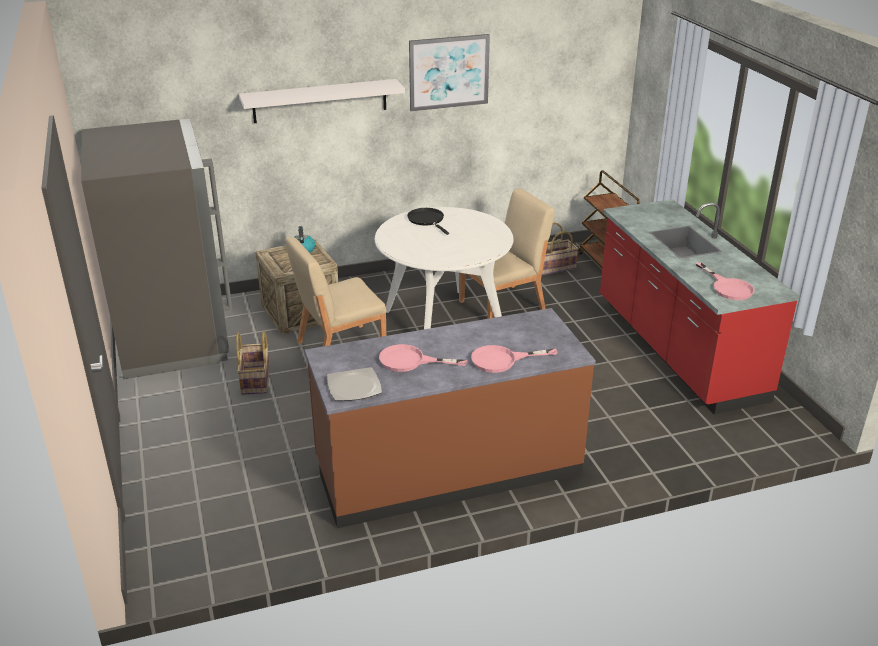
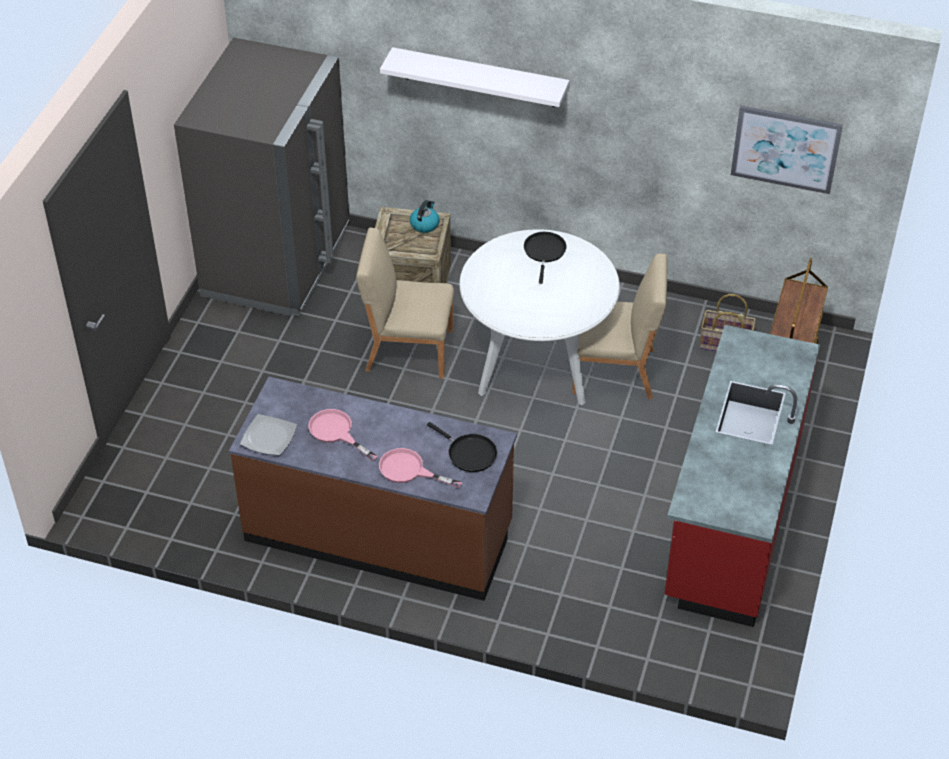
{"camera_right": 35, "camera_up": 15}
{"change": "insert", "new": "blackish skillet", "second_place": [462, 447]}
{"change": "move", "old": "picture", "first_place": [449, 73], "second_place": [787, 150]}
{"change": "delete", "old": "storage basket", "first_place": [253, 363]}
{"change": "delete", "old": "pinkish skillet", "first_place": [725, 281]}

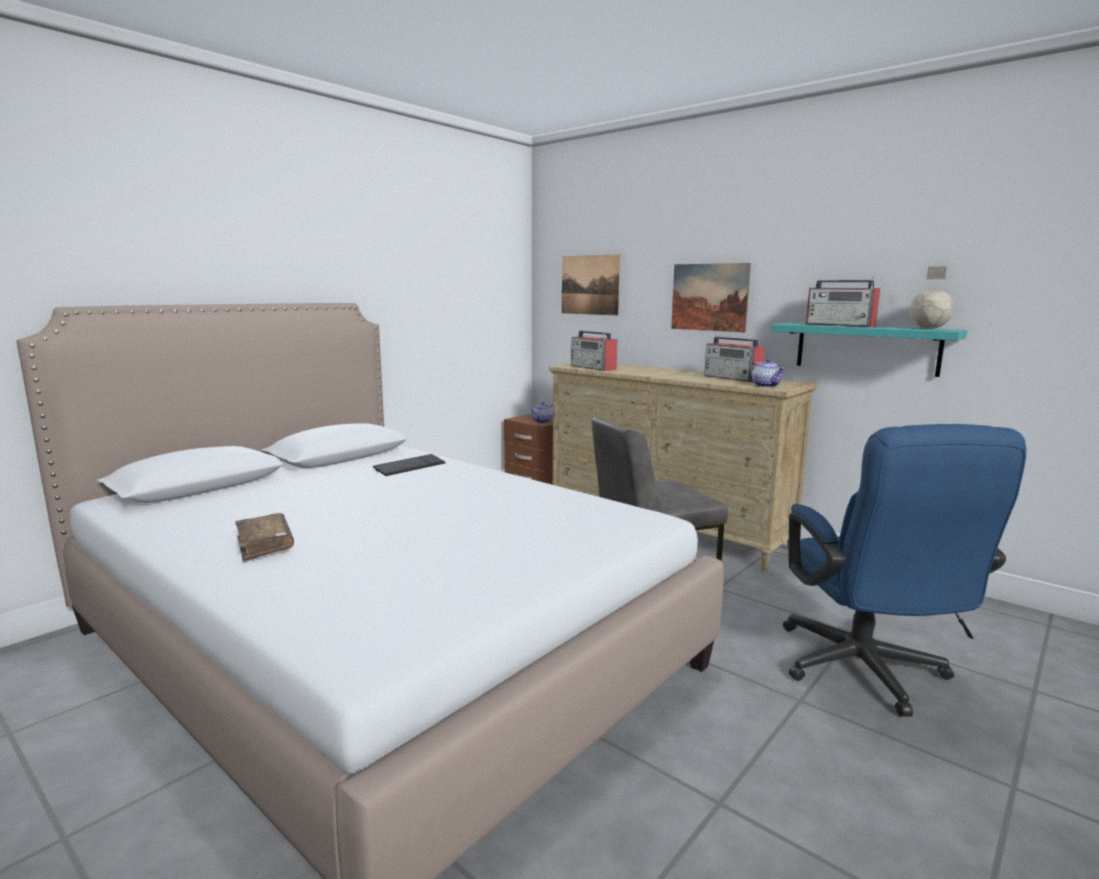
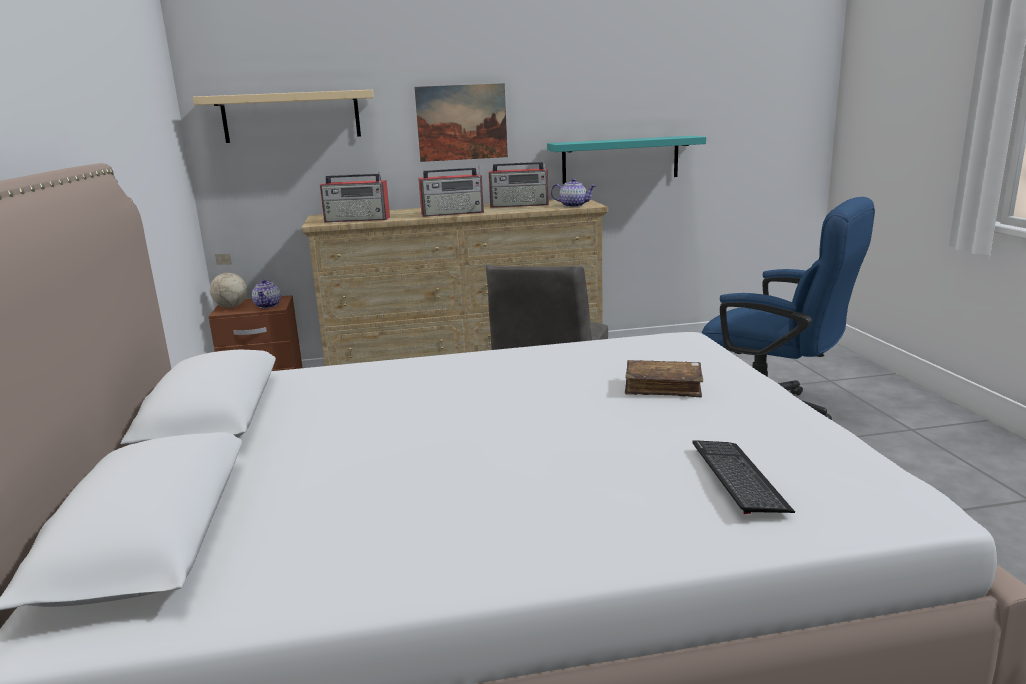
{"camera_right": -50, "camera_up": 5}
{"change": "replace", "old": "picture", "new": "sand-coloured wall shelf", "first_place": [591, 285], "second_place": [283, 116]}
{"change": "move", "old": "world globe", "first_place": [932, 297], "second_place": [228, 281]}
{"change": "move", "old": "radio set", "first_place": [843, 302], "second_place": [451, 191]}
{"change": "move", "old": "brown bound book", "first_place": [264, 537], "second_place": [664, 378]}
{"change": "move", "old": "PC keyboard", "first_place": [409, 465], "second_place": [743, 477]}

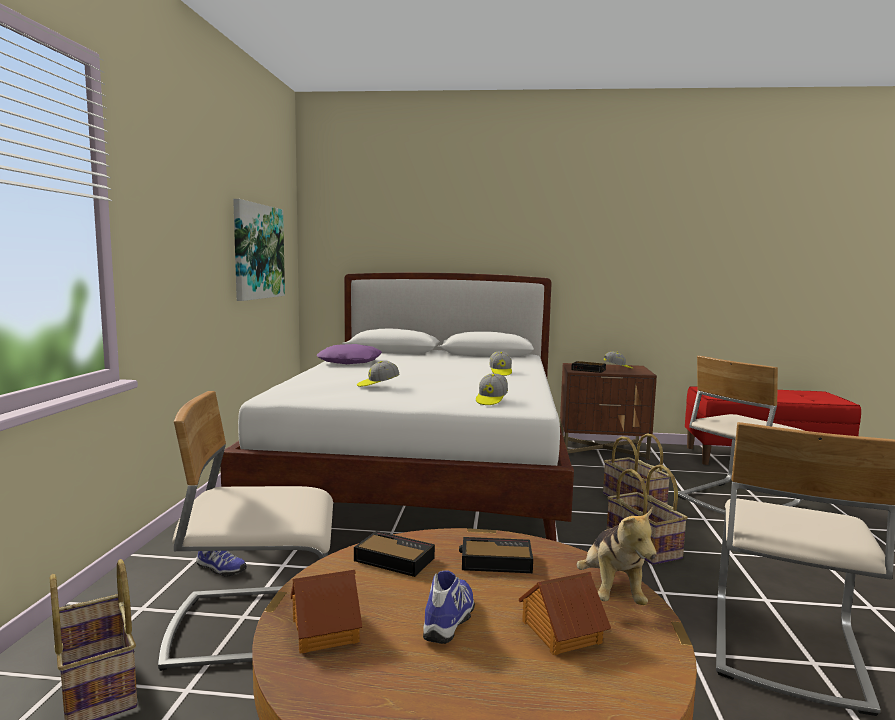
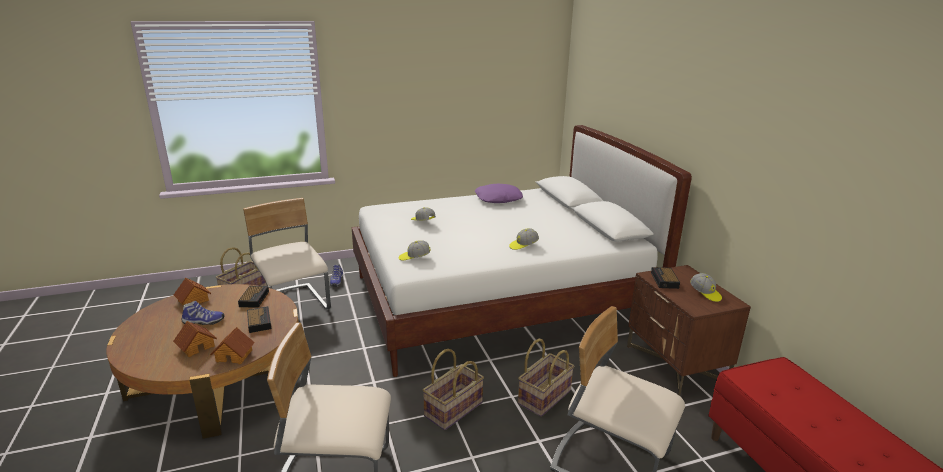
{"camera_right": 65, "camera_up": 15}
{"change": "replace", "old": "plush toy", "new": "miniature house", "first_place": [617, 556], "second_place": [232, 345]}
{"change": "delete", "old": "picture", "first_place": [259, 250]}

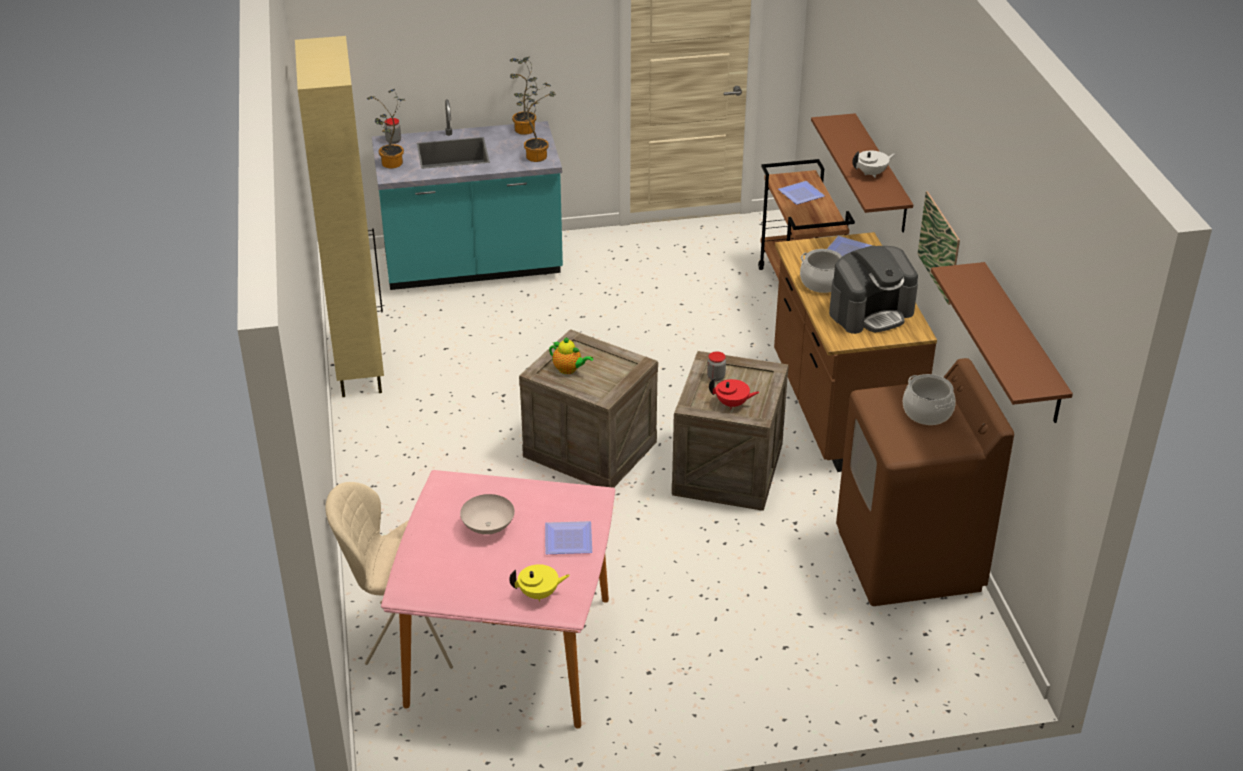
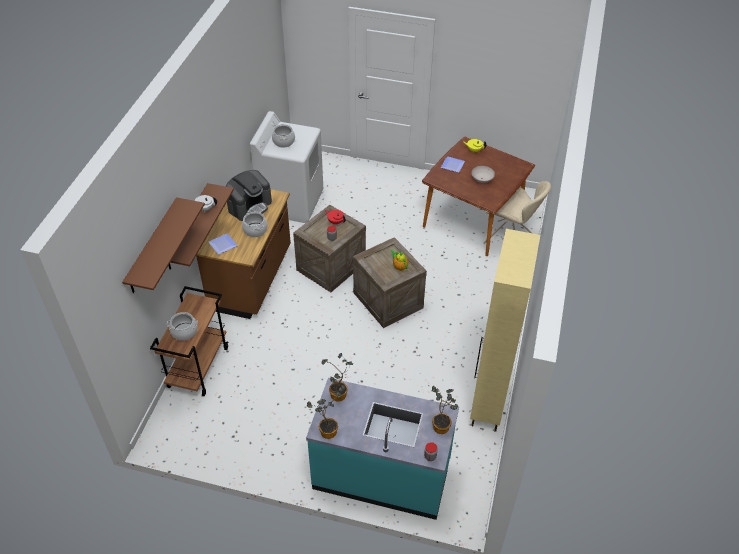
{"camera_right": -155, "camera_up": 10}
{"change": "move", "old": "brown wall shelf", "first_place": [1002, 342], "second_place": [163, 245]}
{"change": "replace", "old": "dinner plate", "new": "cooking pot", "first_place": [801, 193], "second_place": [182, 326]}
{"change": "rotate", "old": "coffee maker", "first_place": [873, 289], "second_place": [249, 195], "degrees": 135}
{"change": "recolor", "old": "brown washing machine", "new": "white washing machine", "first_place": [925, 482], "second_place": [286, 167]}
{"change": "recolor", "old": "pinkish dinner table", "new": "brown dinner table", "first_place": [498, 599], "second_place": [478, 196]}
{"change": "delete", "old": "picture", "first_place": [938, 248]}

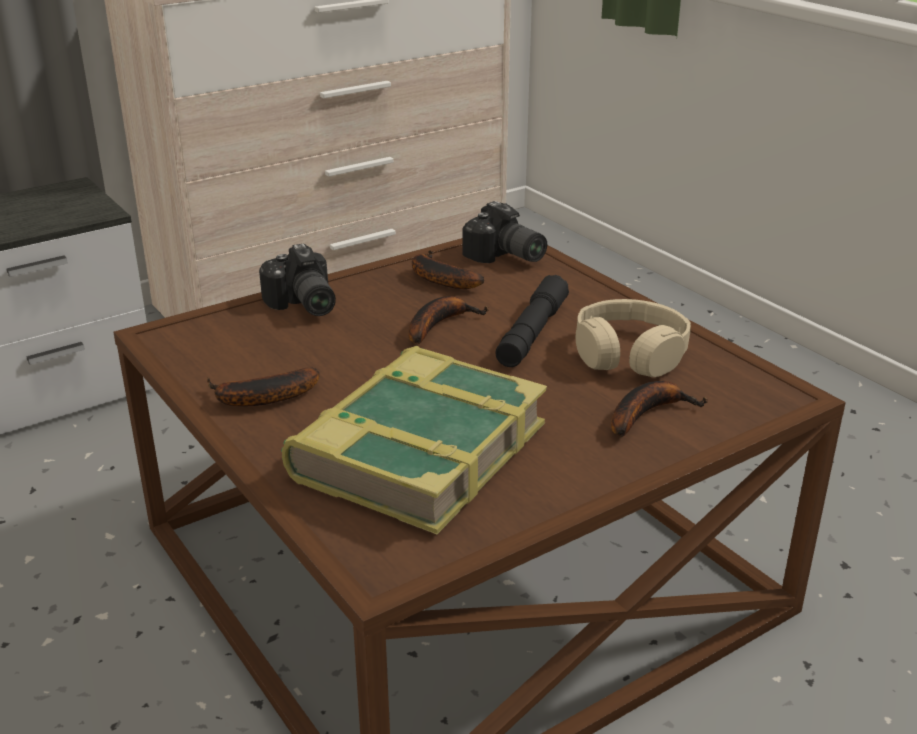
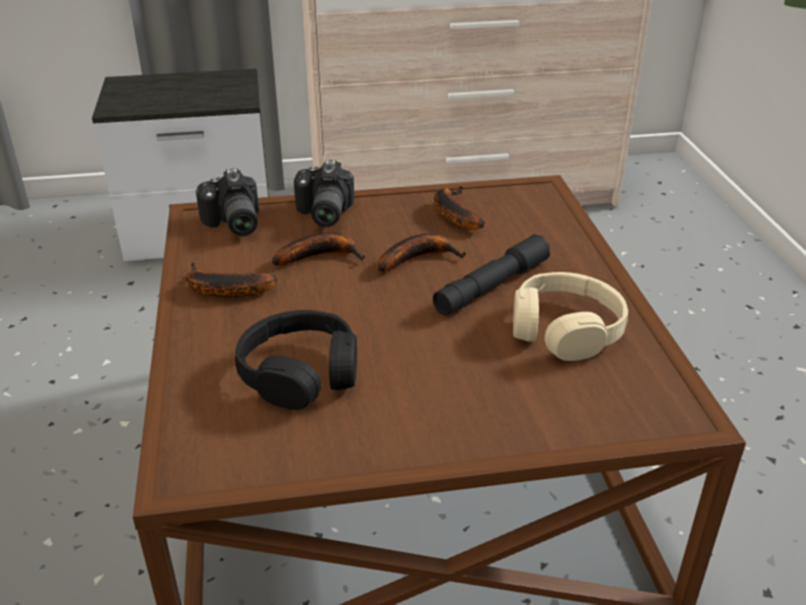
{"camera_right": 25, "camera_up": 5}
{"change": "move", "old": "photo camera", "first_place": [504, 232], "second_place": [227, 202]}
{"change": "replace", "old": "bound book", "new": "blackish headphones", "first_place": [414, 440], "second_place": [296, 360]}
{"change": "move", "old": "banana", "first_place": [659, 409], "second_place": [318, 249]}

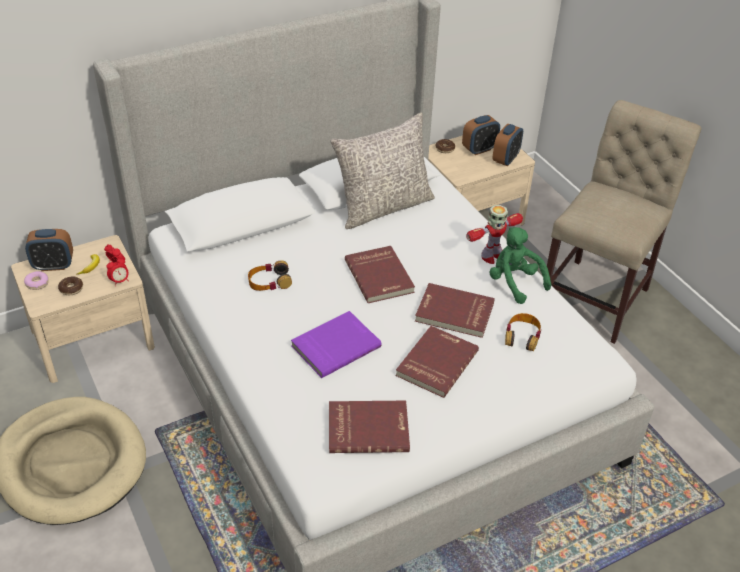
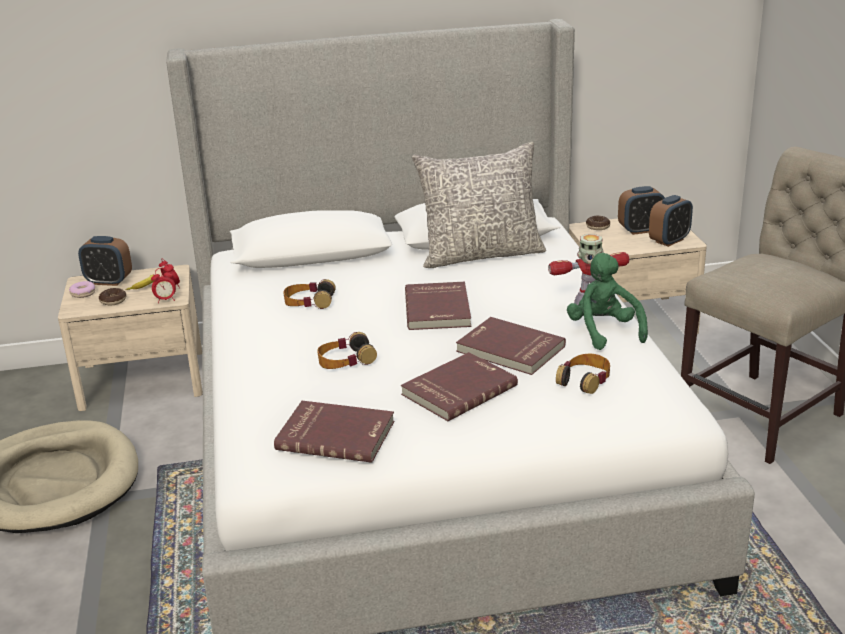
{"camera_right": 20, "camera_up": -15}
{"change": "replace", "old": "purplish bound book", "new": "headphones", "first_place": [336, 344], "second_place": [347, 350]}

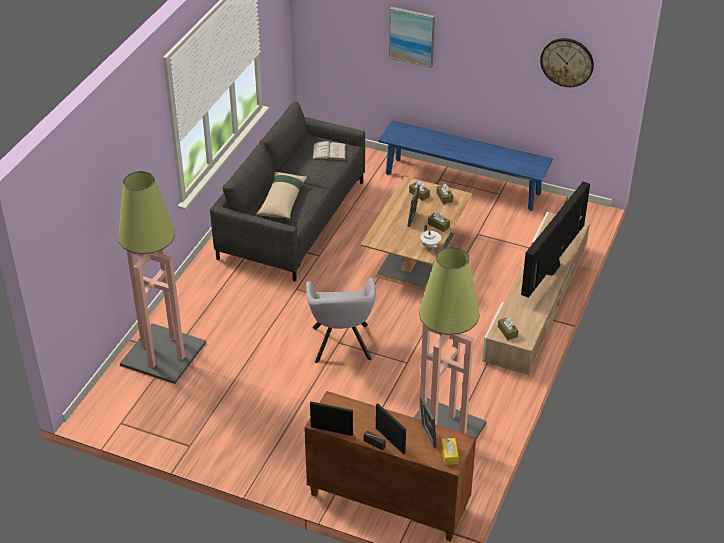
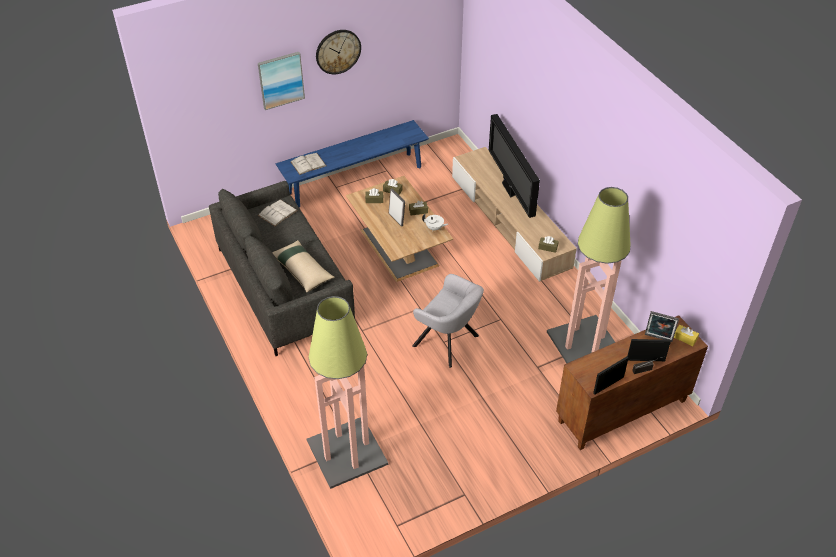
{"camera_right": -50, "camera_up": 5}
{"change": "insert", "new": "white bound book", "second_place": [308, 164]}
{"change": "move", "old": "hanging clock", "first_place": [567, 62], "second_place": [338, 52]}

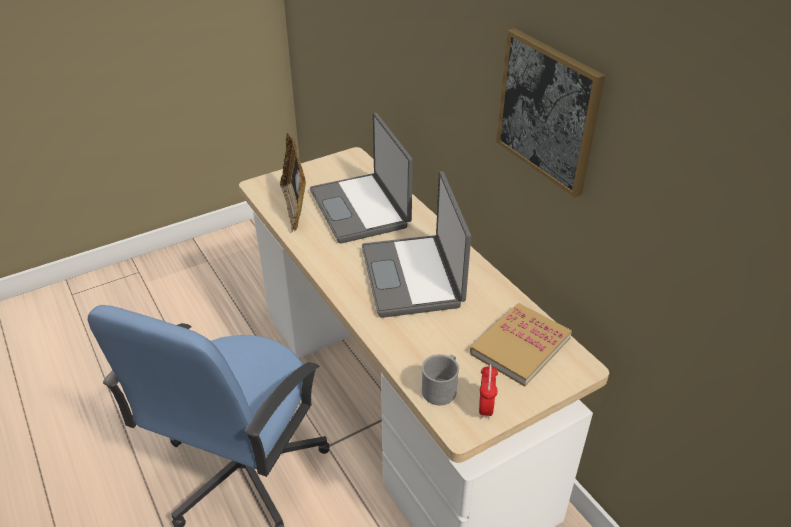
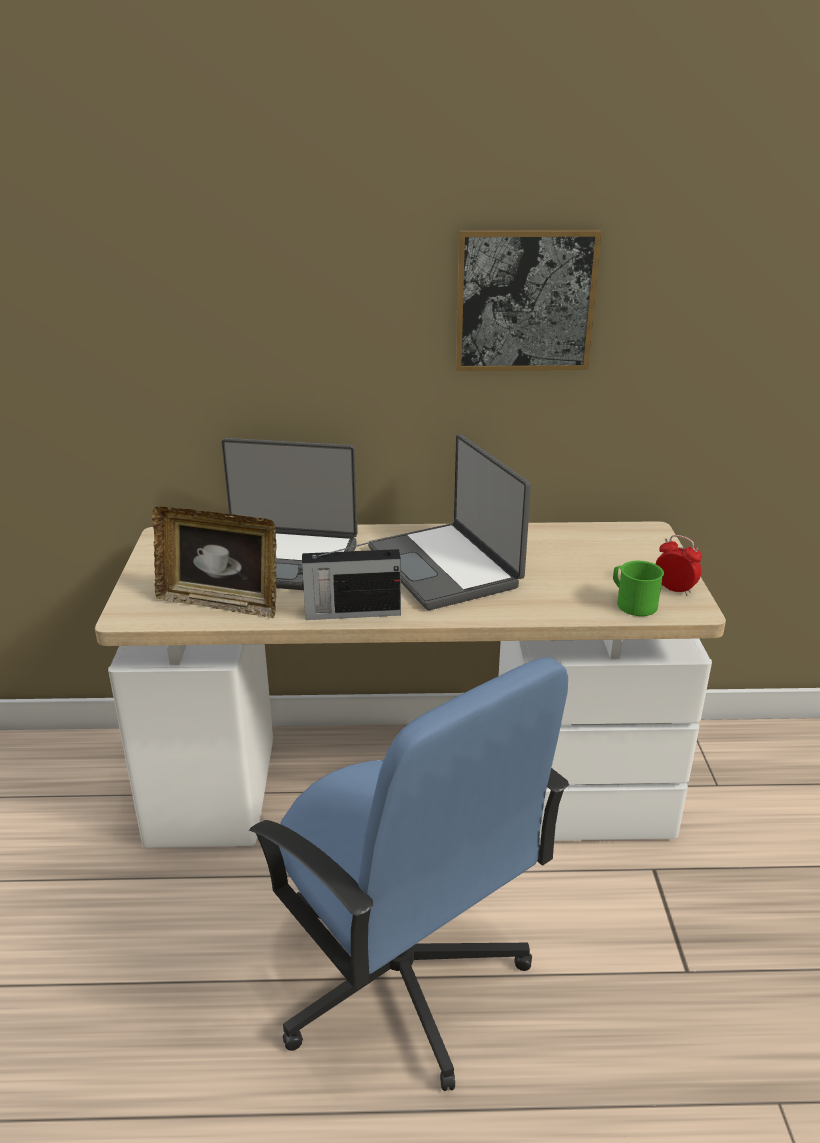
{"camera_right": -60, "camera_up": -10}
{"change": "insert", "new": "radio set", "second_place": [349, 579]}
{"change": "rotate", "old": "laptop", "first_place": [416, 244], "second_place": [449, 522], "degrees": 45}
{"change": "recolor", "old": "greyish mug", "new": "green mug", "first_place": [440, 379], "second_place": [638, 588]}
{"change": "delete", "old": "bound book", "first_place": [521, 345]}

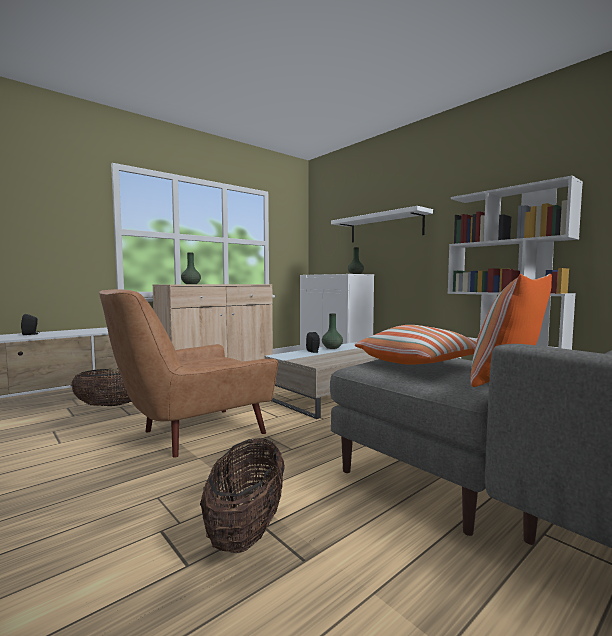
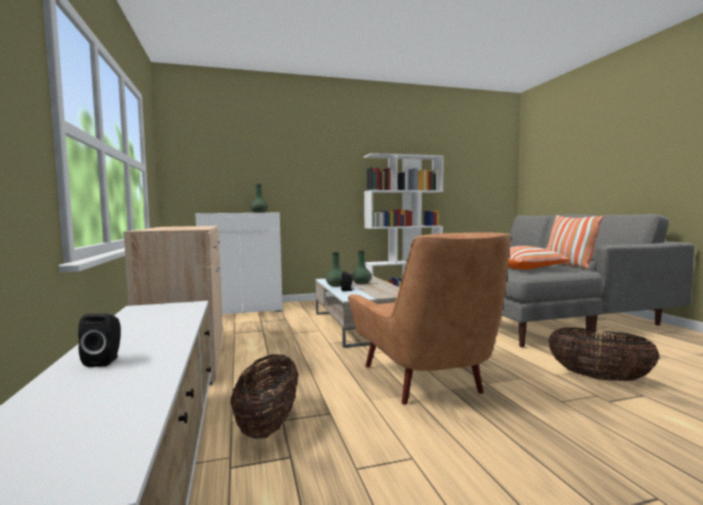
{"camera_right": -65, "camera_up": 0}
{"change": "move", "old": "green vase", "first_place": [191, 268], "second_place": [362, 267]}
{"change": "delete", "old": "white wall shelf", "first_place": [382, 224]}

